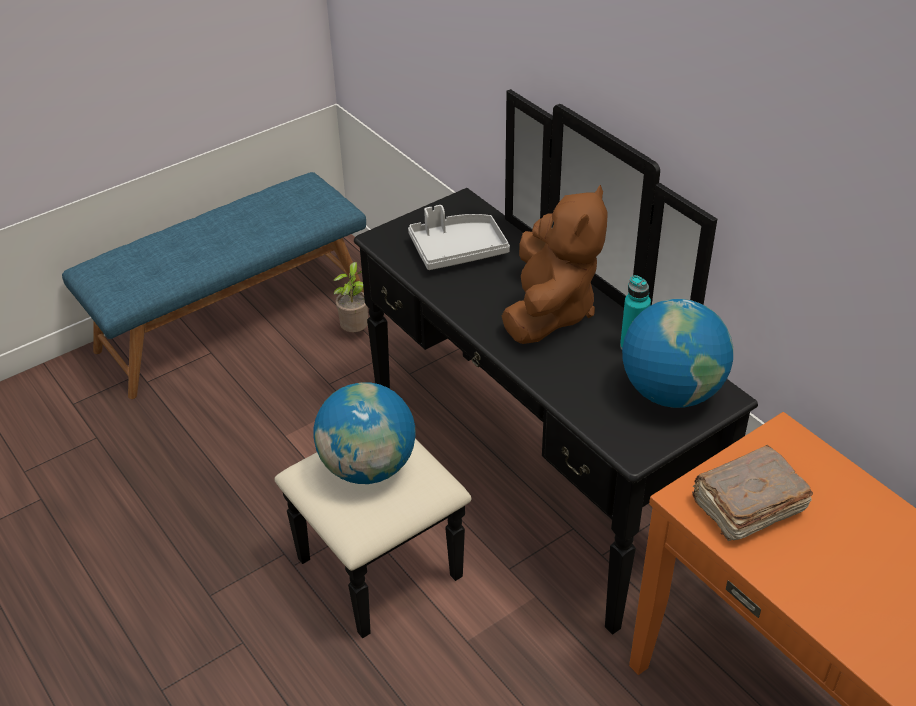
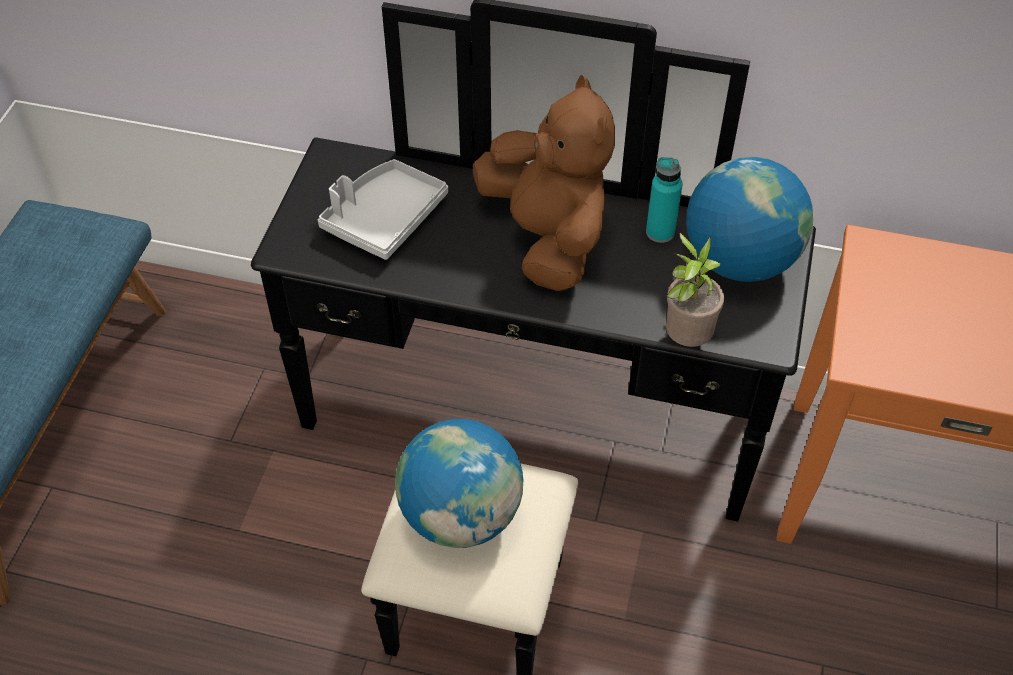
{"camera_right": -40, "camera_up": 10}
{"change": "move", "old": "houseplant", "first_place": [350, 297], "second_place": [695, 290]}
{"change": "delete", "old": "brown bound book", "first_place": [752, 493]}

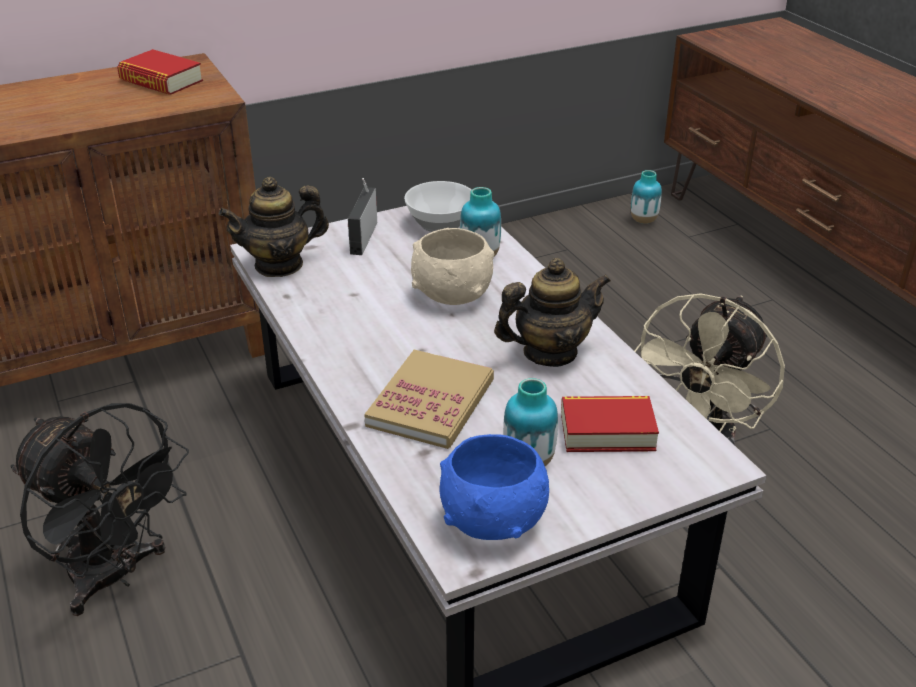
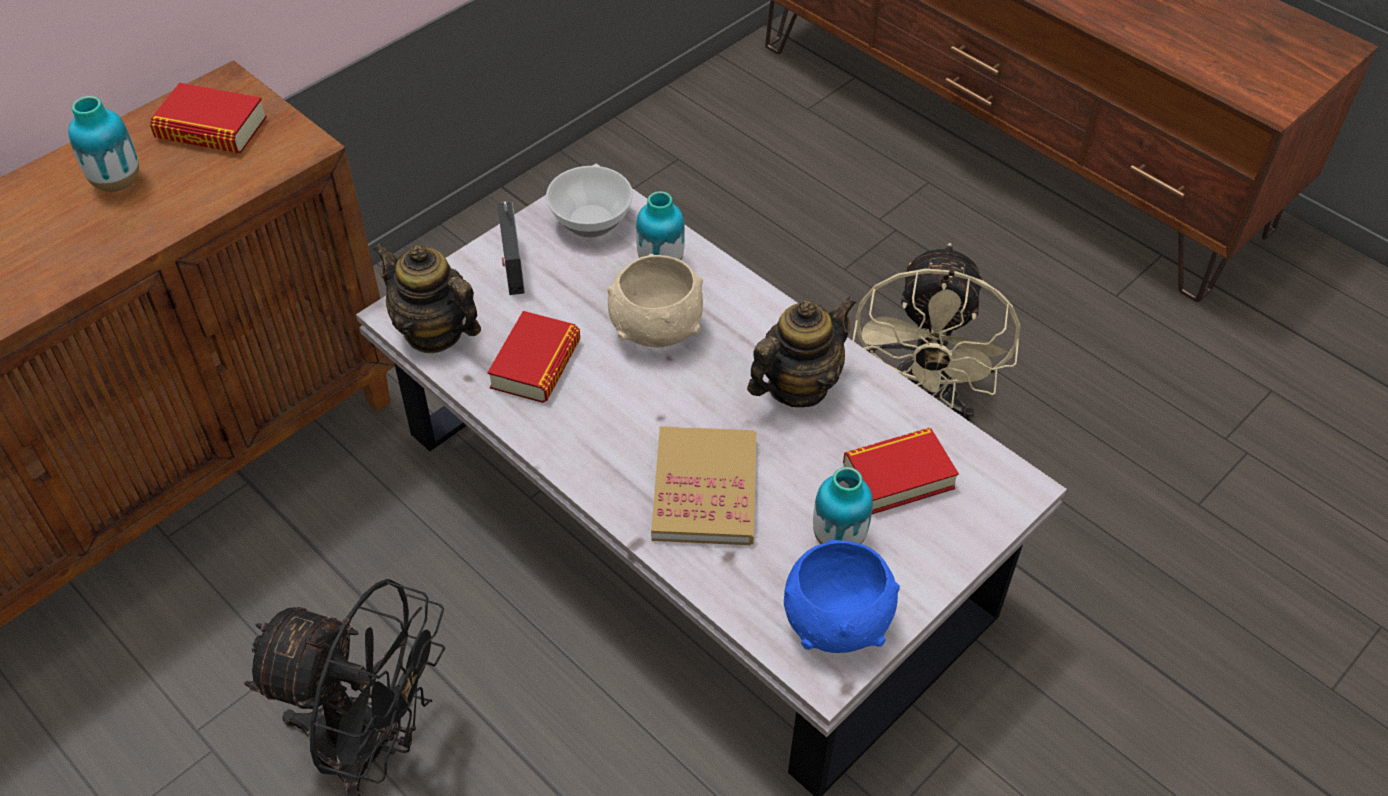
{"camera_right": -20, "camera_up": 15}
{"change": "move", "old": "vase", "first_place": [646, 197], "second_place": [103, 144]}
{"change": "rotate", "old": "tea pot", "first_place": [274, 227], "second_place": [427, 298], "degrees": 75}
{"change": "insert", "new": "bound book", "second_place": [533, 357]}

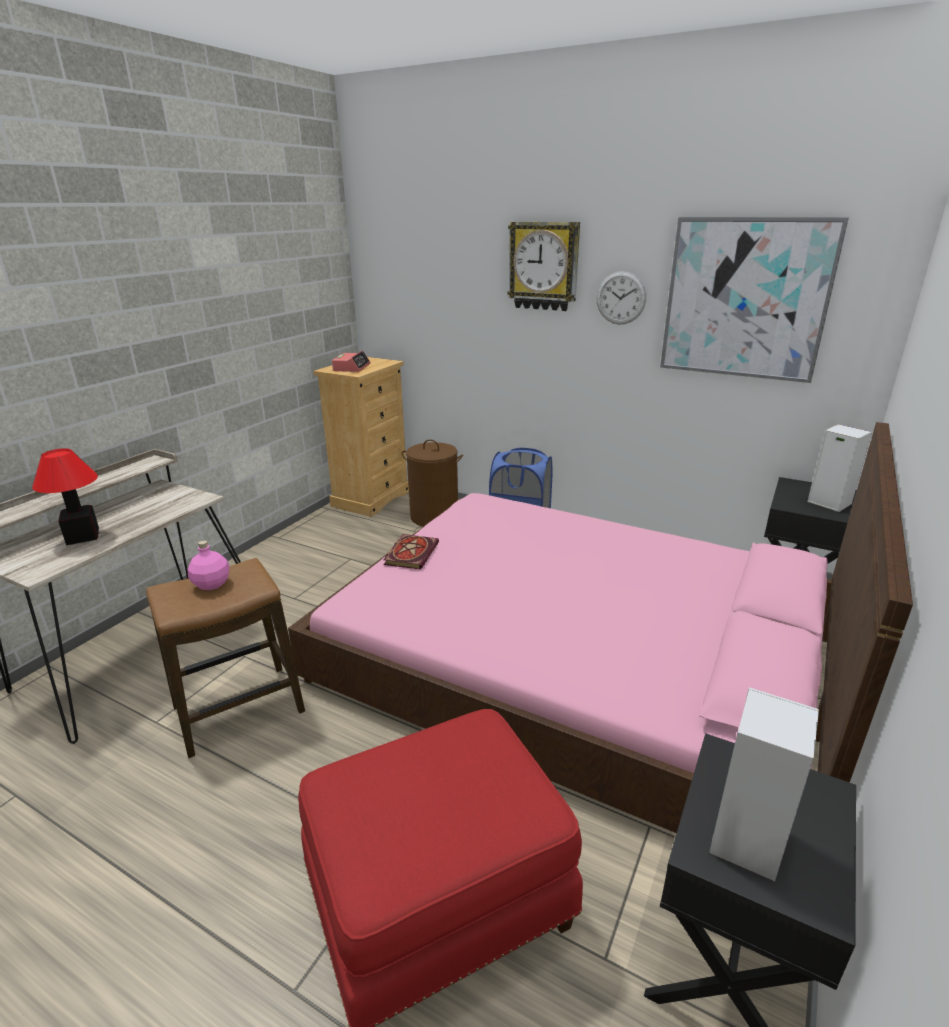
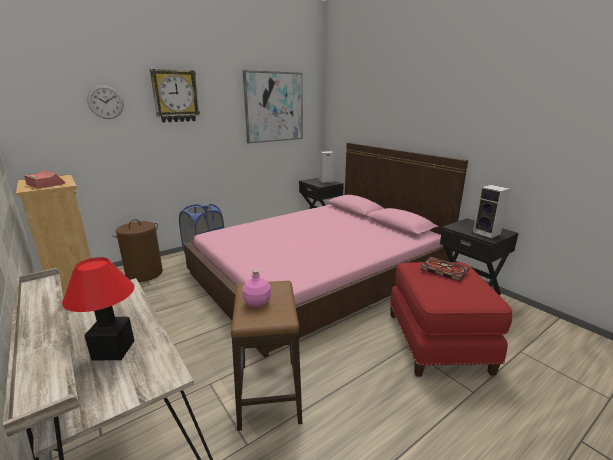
{"camera_right": -65, "camera_up": -5}
{"change": "move", "old": "hanging clock", "first_place": [621, 297], "second_place": [105, 102]}
{"change": "move", "old": "bound book", "first_place": [411, 551], "second_place": [444, 269]}

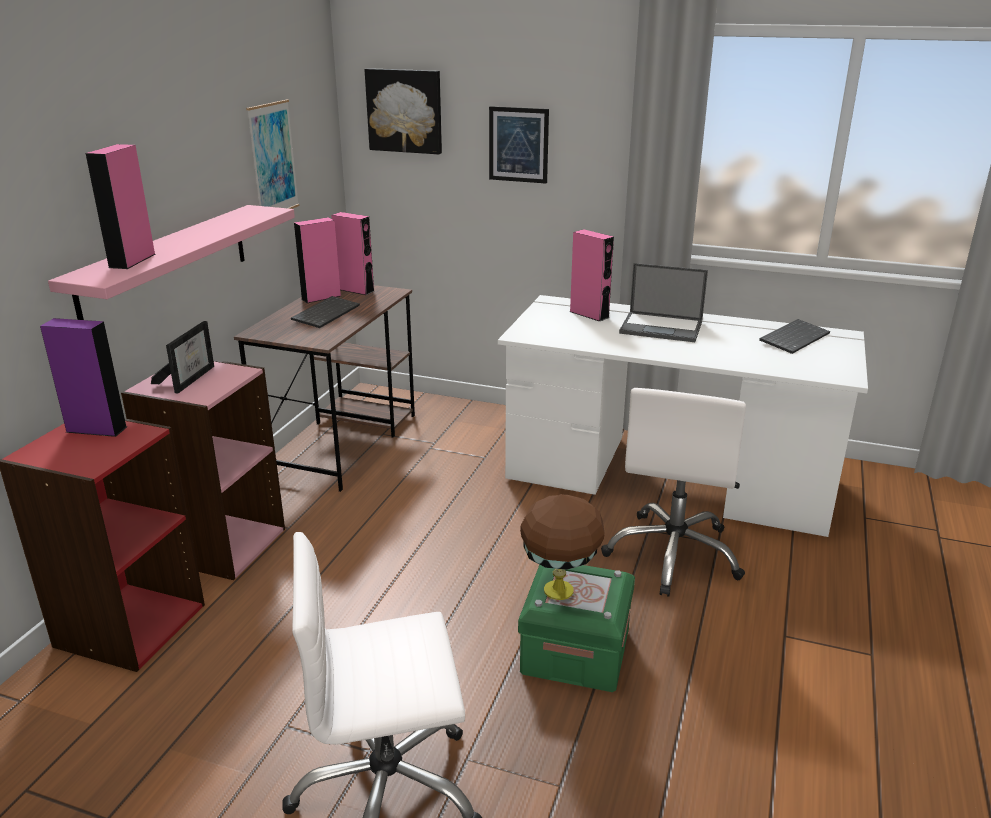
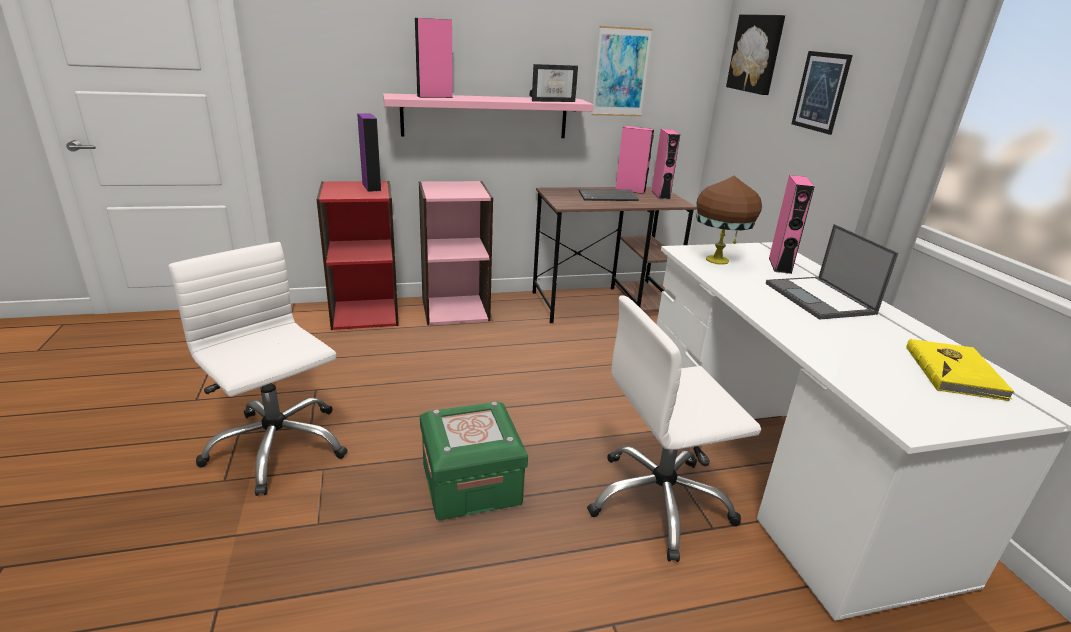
{"camera_right": 55, "camera_up": 0}
{"change": "move", "old": "picture frame", "first_place": [182, 357], "second_place": [553, 83]}
{"change": "move", "old": "brown table lamp", "first_place": [562, 547], "second_place": [729, 220]}
{"change": "replace", "old": "PC keyboard", "new": "yellow bound book", "first_place": [794, 336], "second_place": [960, 370]}

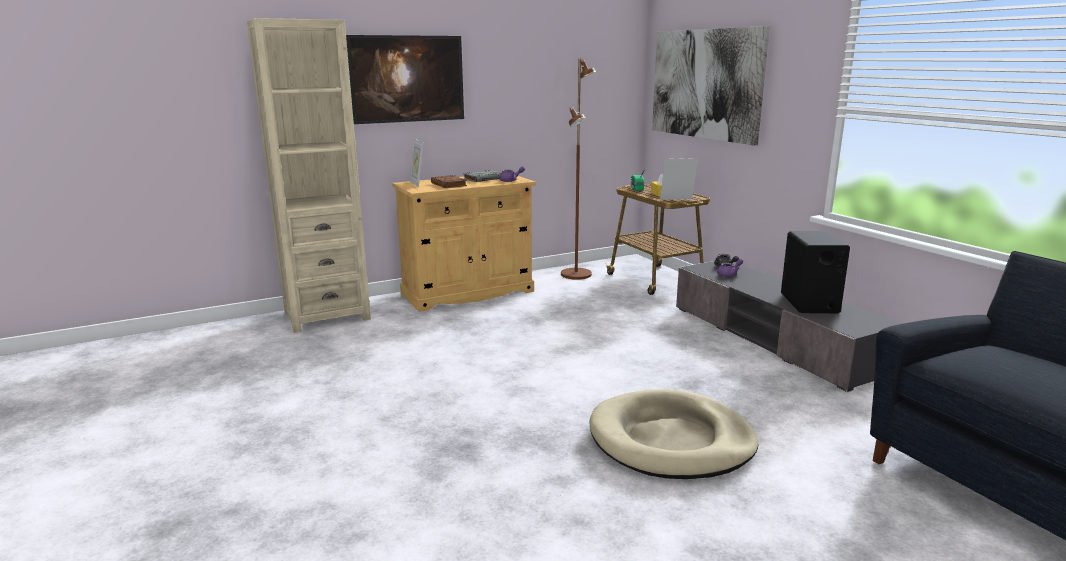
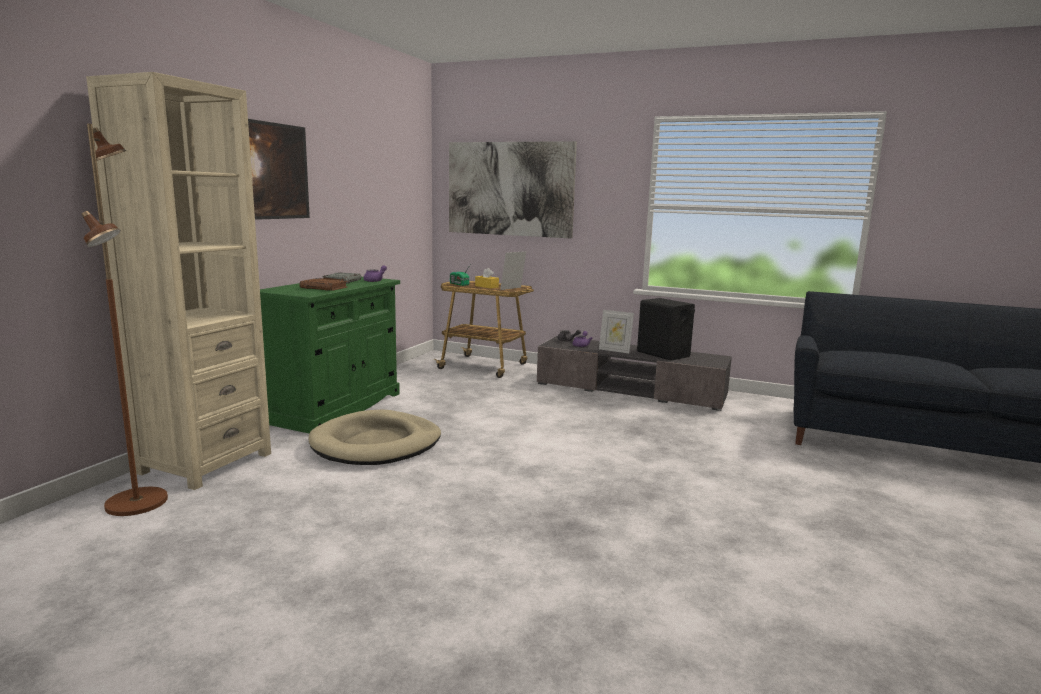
{"camera_right": -40, "camera_up": -5}
{"change": "move", "old": "brown standard lamp", "first_place": [578, 169], "second_place": [125, 320]}
{"change": "recolor", "old": "sand-coloured cabinet", "new": "green cabinet", "first_place": [464, 244], "second_place": [330, 355]}
{"change": "move", "old": "sand-coloured pet bed", "first_place": [674, 434], "second_place": [374, 437]}
{"change": "move", "old": "picture frame", "first_place": [416, 163], "second_place": [616, 331]}

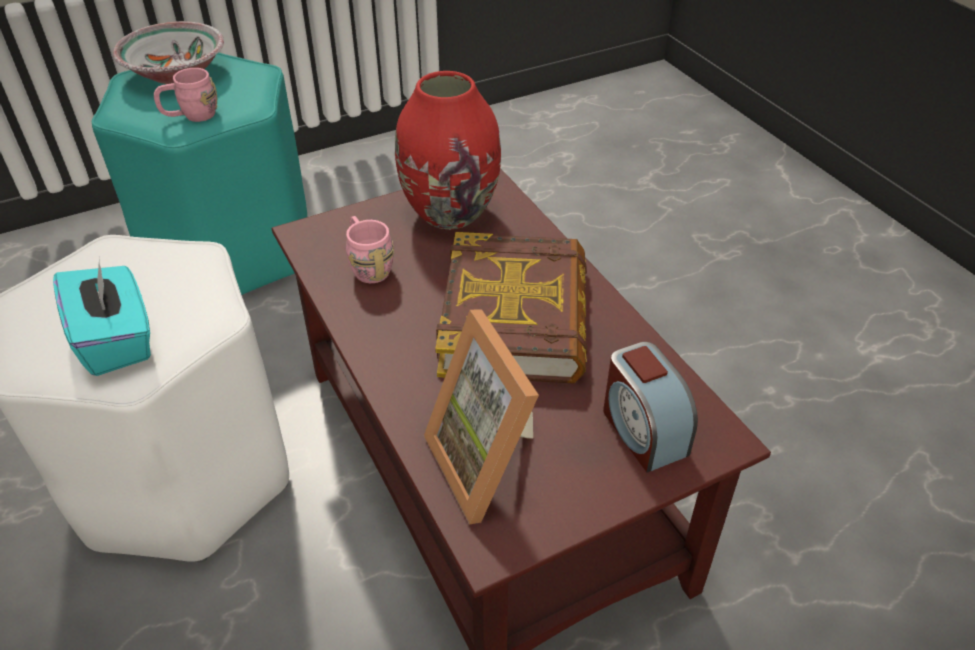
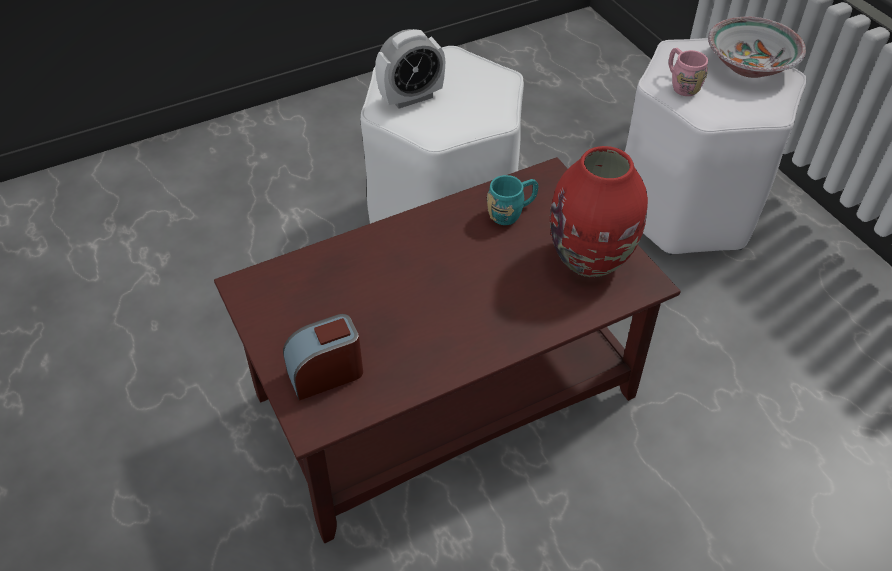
{"camera_right": 90, "camera_up": 5}
{"change": "replace", "old": "blue-green tissue holder", "new": "table clock", "first_place": [102, 316], "second_place": [410, 69]}
{"change": "recolor", "old": "pinkish mug", "new": "blue-green mug", "first_place": [370, 249], "second_place": [512, 200]}
{"change": "recolor", "old": "blue-green sitting stool", "new": "white sitting stool", "first_place": [199, 173], "second_place": [716, 146]}
{"change": "delete", "old": "picture frame", "first_place": [481, 417]}
{"change": "delete", "old": "bound book", "first_place": [511, 308]}

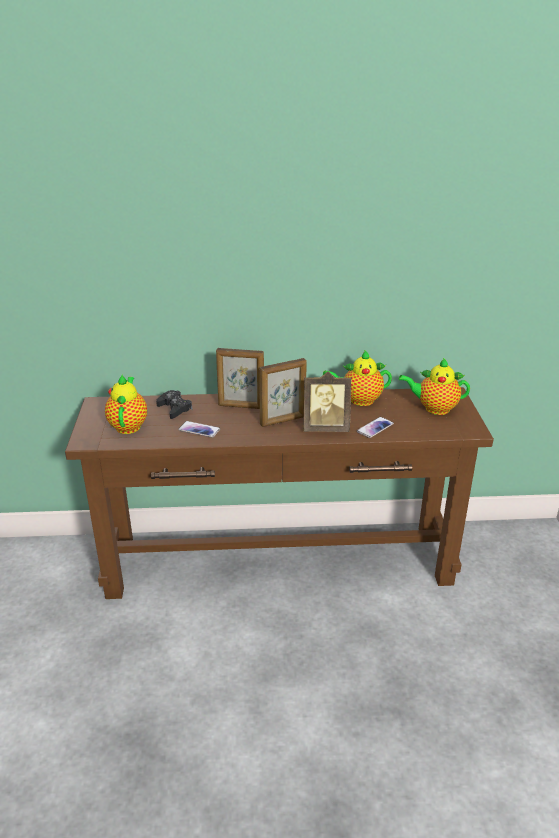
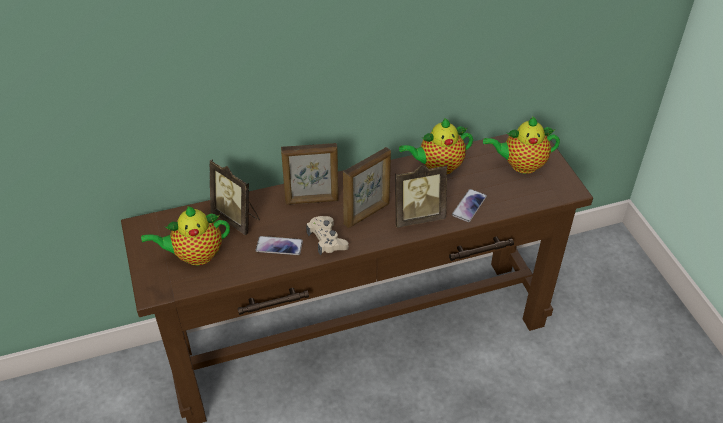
{"camera_right": -15, "camera_up": 15}
{"change": "rotate", "old": "tea pot", "first_place": [126, 404], "second_place": [185, 235], "degrees": -90}
{"change": "replace", "old": "blackish game controller", "new": "picture frame", "first_place": [174, 404], "second_place": [235, 197]}
{"change": "insert", "new": "sand-coloured game controller", "second_place": [327, 235]}

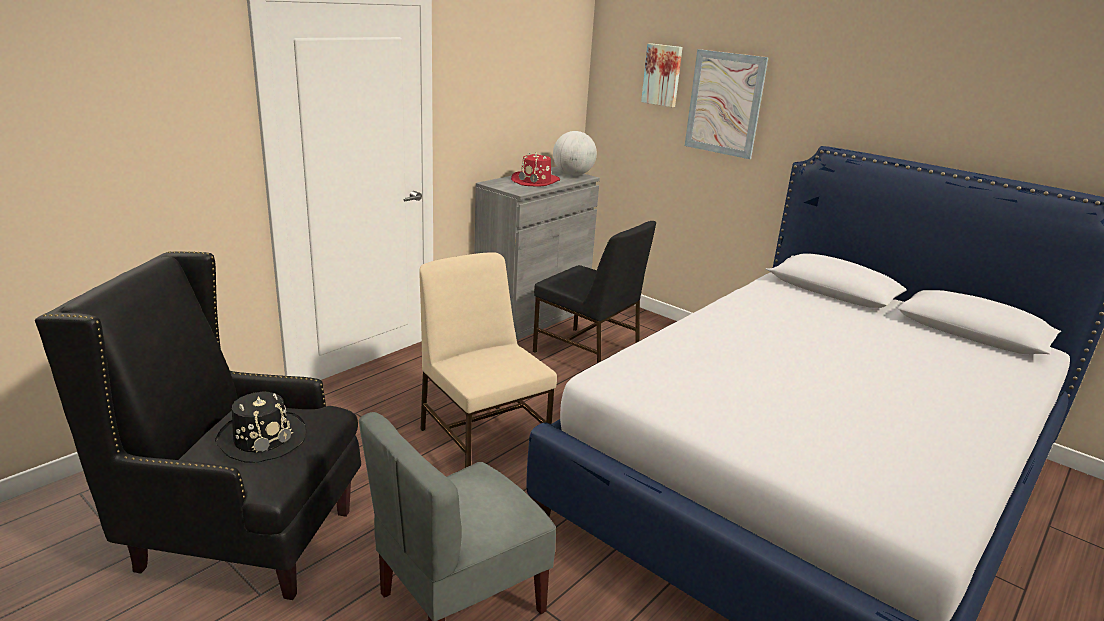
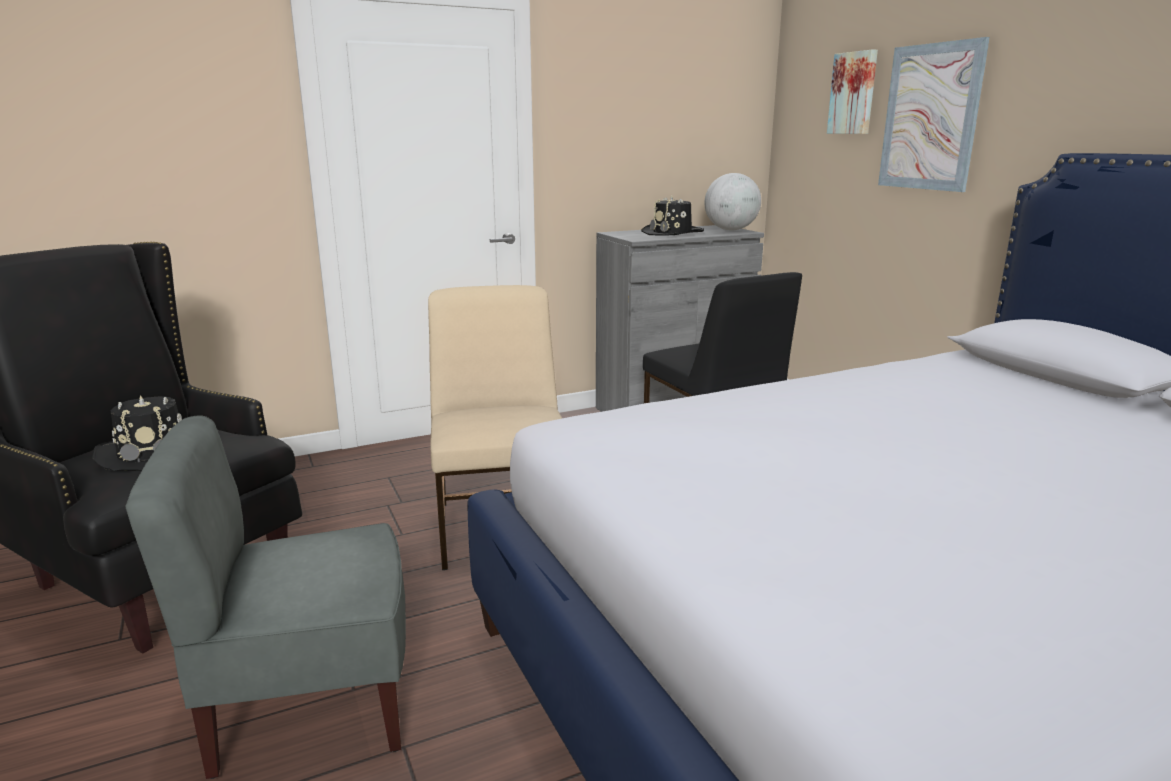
{"camera_right": 25, "camera_up": -5}
{"change": "recolor", "old": "reddish hat", "new": "blackish hat", "first_place": [535, 169], "second_place": [672, 215]}

